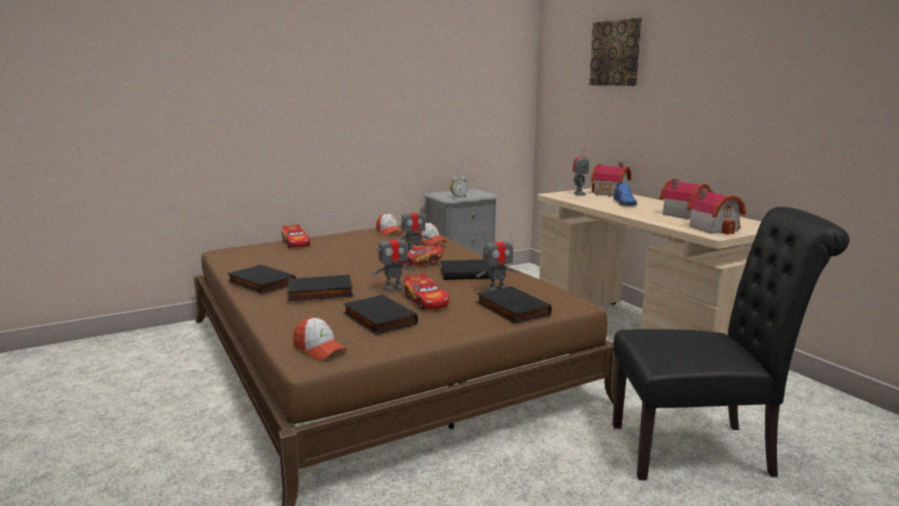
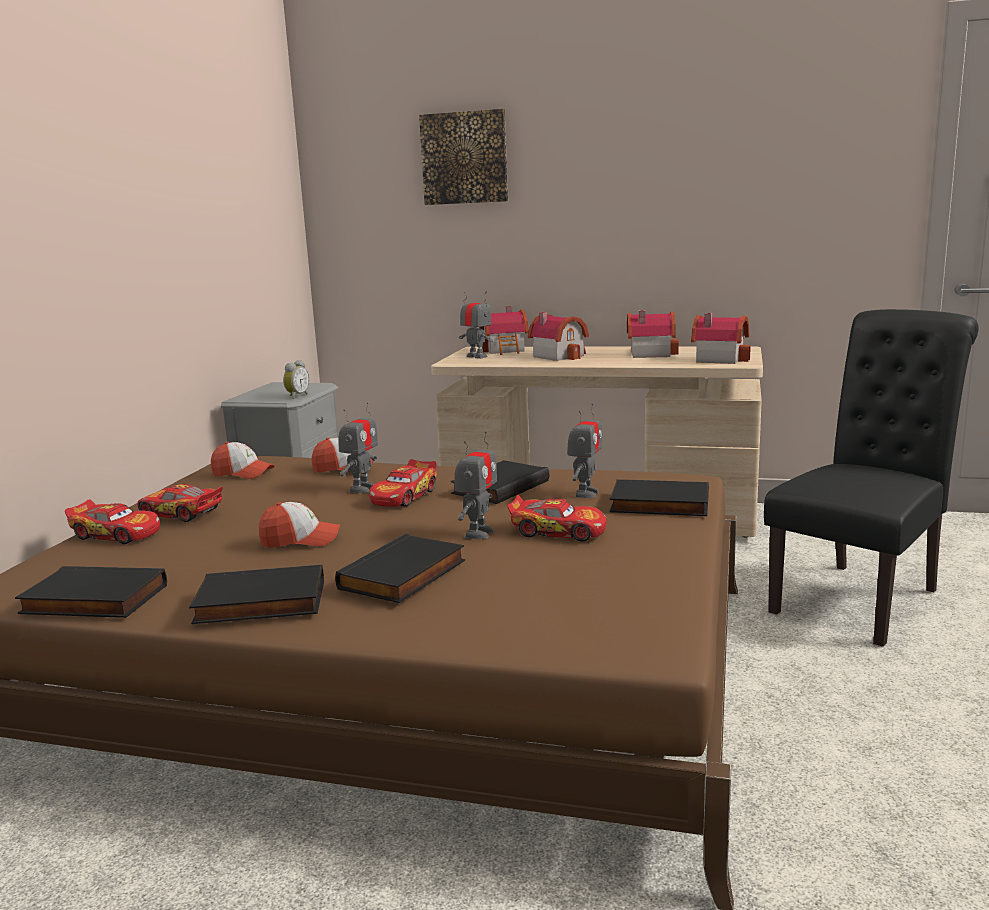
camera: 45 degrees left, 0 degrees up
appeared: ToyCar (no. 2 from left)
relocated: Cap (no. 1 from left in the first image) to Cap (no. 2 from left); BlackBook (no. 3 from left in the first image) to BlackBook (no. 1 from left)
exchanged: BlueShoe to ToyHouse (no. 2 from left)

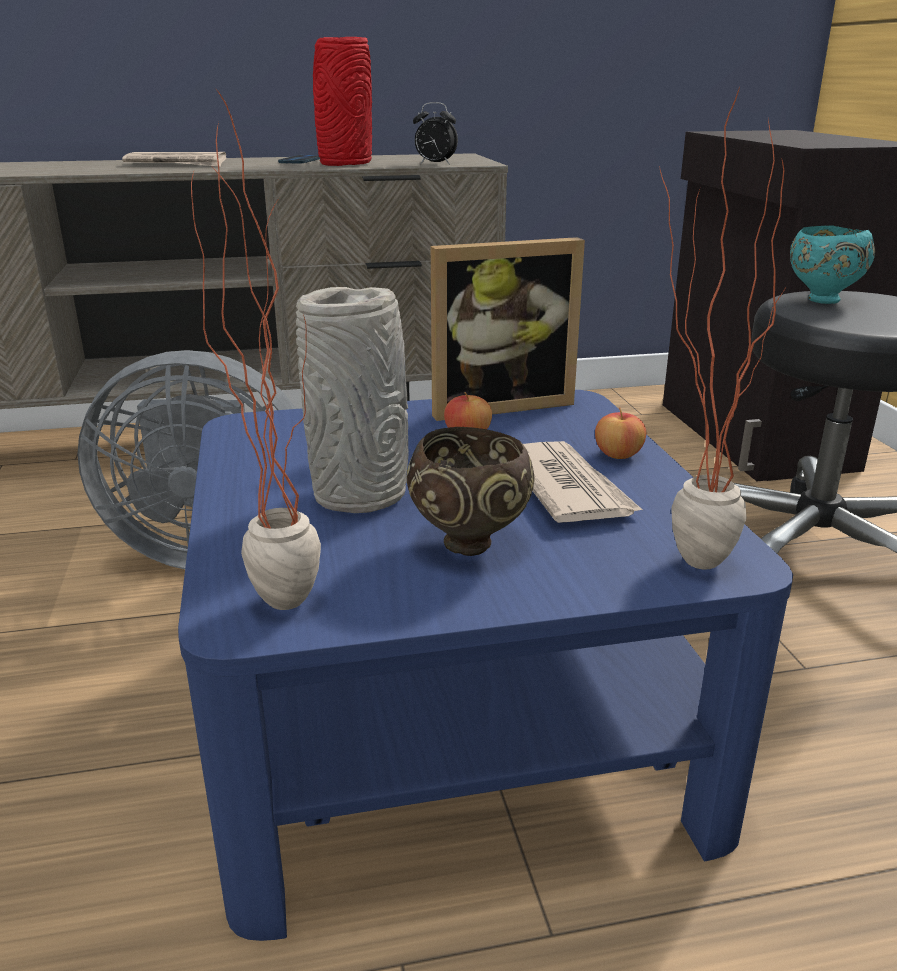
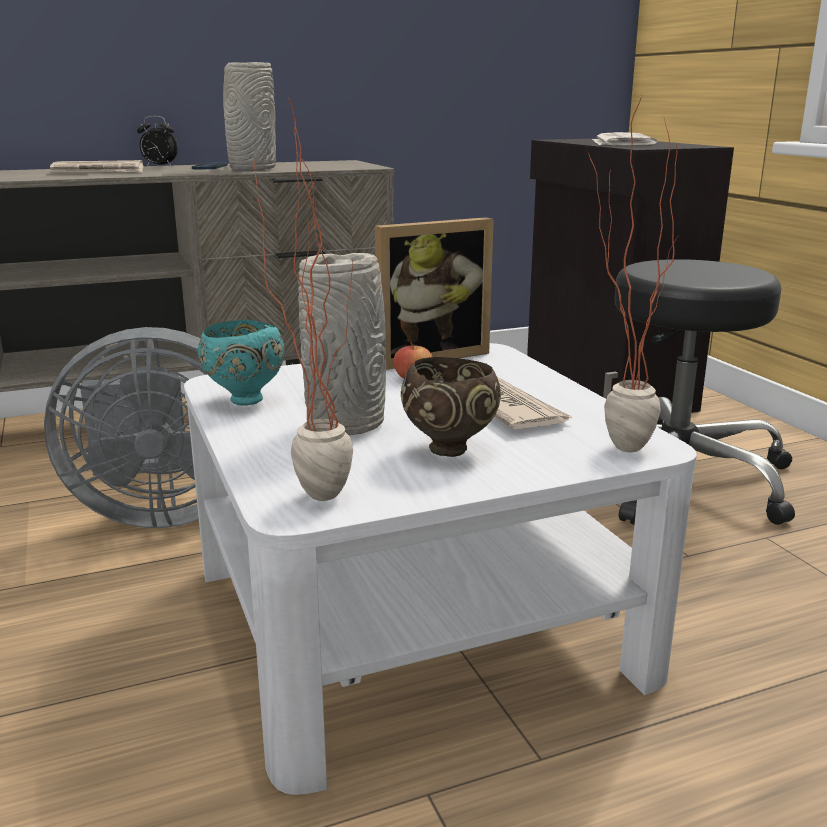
camera: 10 degrees left, 5 degrees down
missing: Apple (no. 2 from left)
appeared: Newspaper (no. 3 from left)
relocated: AlarmClock; TurquoiseBowl
colour: BlueCoffeeTable to WhiteCoffeeTable; RedVase to GreyVase (no. 1 from left)

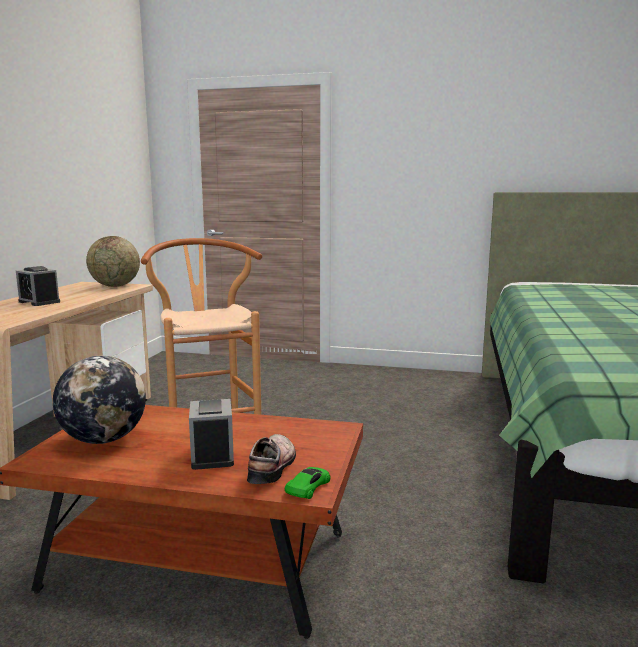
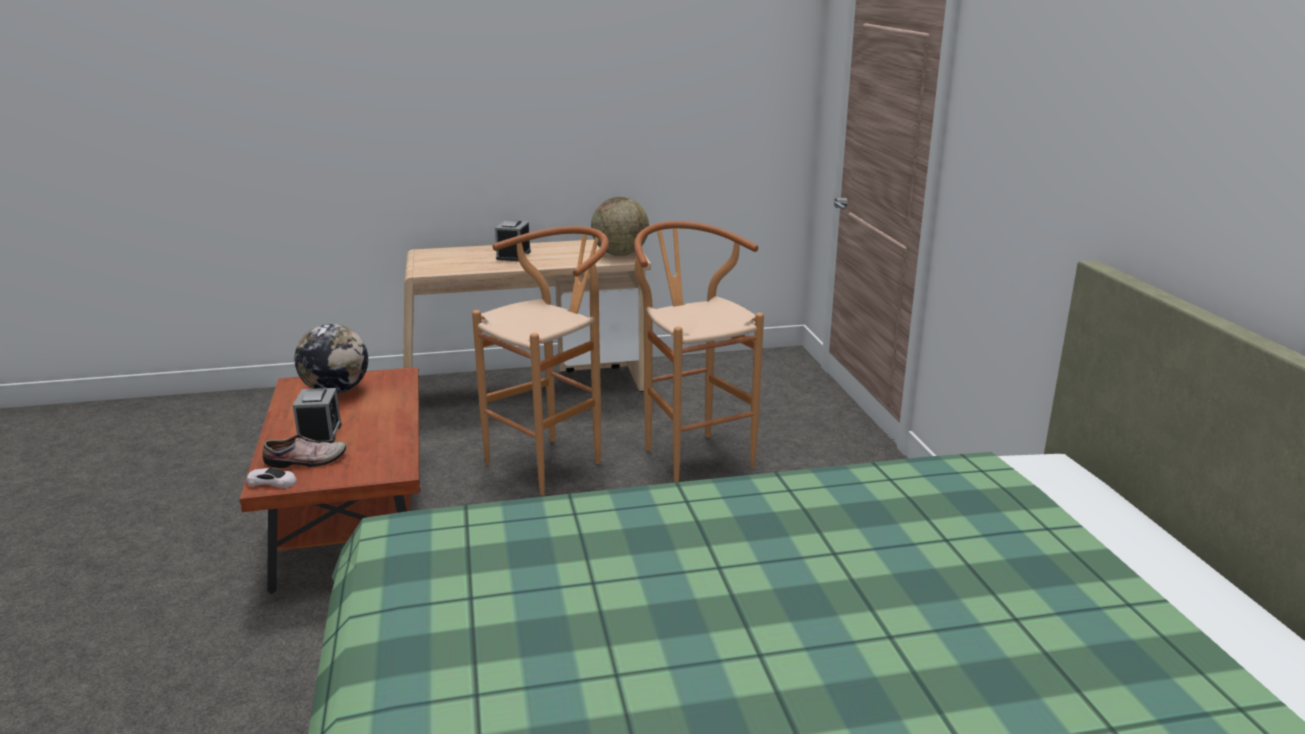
camera: 65 degrees right, 10 degrees up
appeared: BrownStool (no. 2 from left)
colour: GreenToyCar to WhiteToyCar
spun: AlarmClock (no. 2 from left in the first image) 120 degrees clockwise

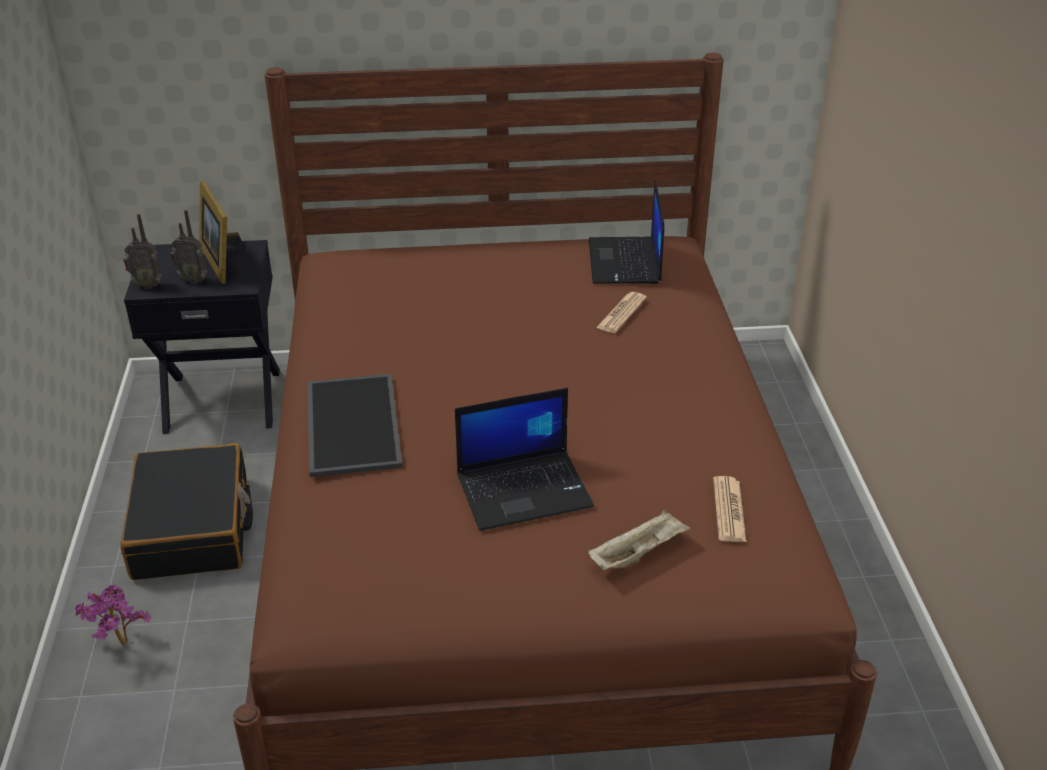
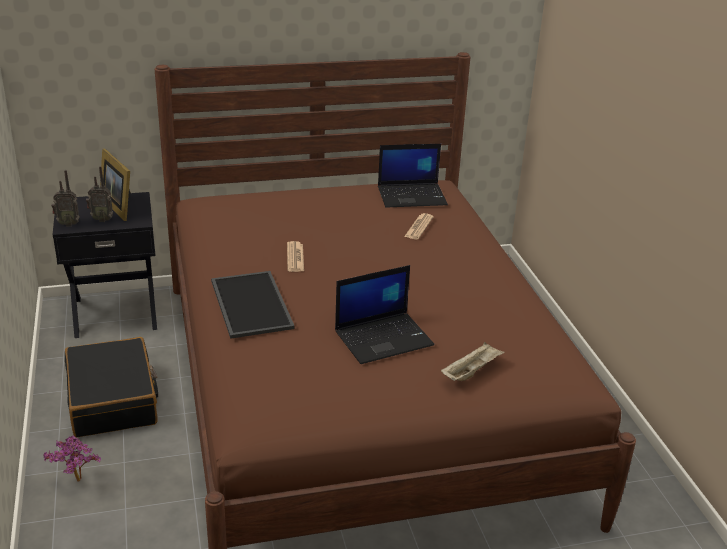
camera: 10 degrees left, 5 degrees down
relocated: Newspaper (no. 2 from left in the first image) to Newspaper (no. 1 from left)
spun: Laptop (no. 2 from left) 90 degrees counterclockwise

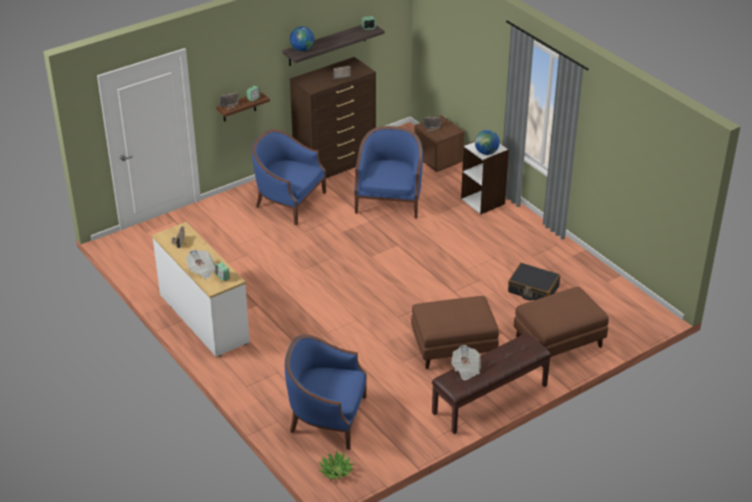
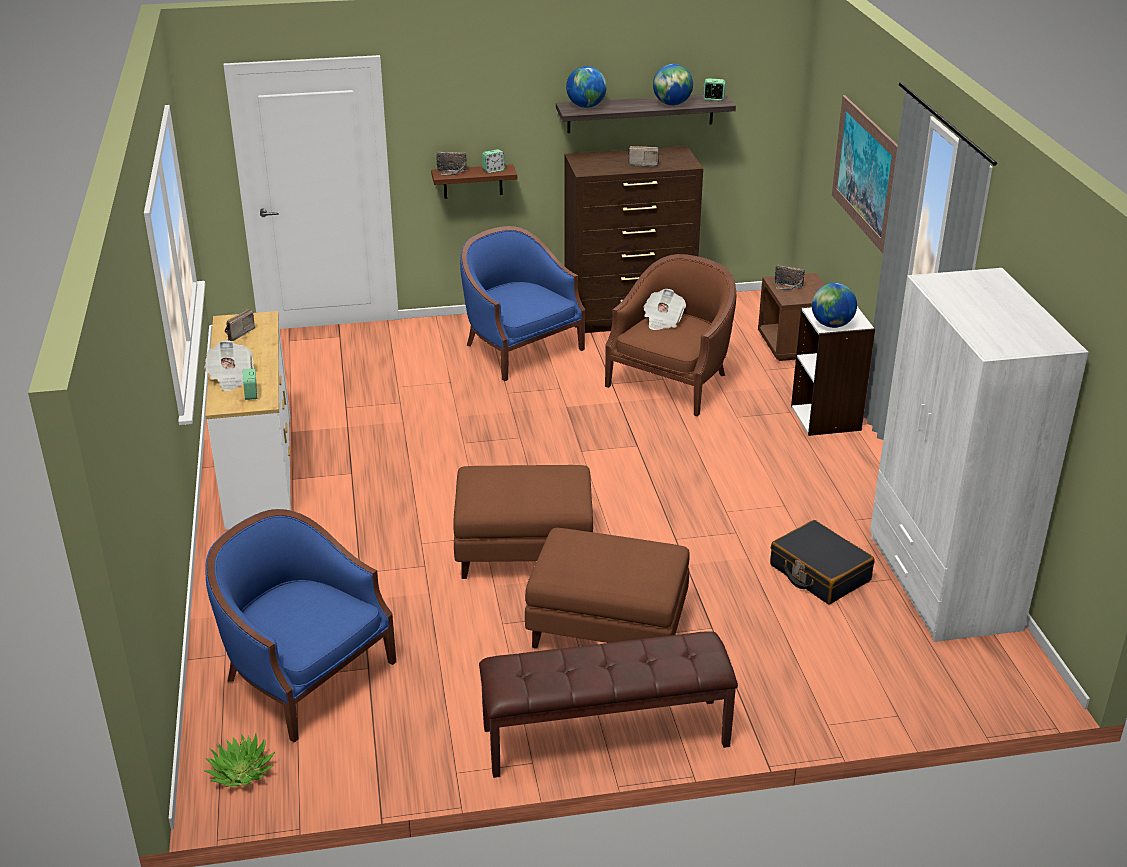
camera: 25 degrees right, 5 degrees down
appeared: Globe (no. 2 from left); Picture; WhiteWardrobe
relocated: Newspaper (no. 2 from left); BrownOttoman (no. 2 from left in the first image) to BrownOttoman (no. 1 from left)
colour: BlueArmchair (no. 3 from left) to BrownArmchair

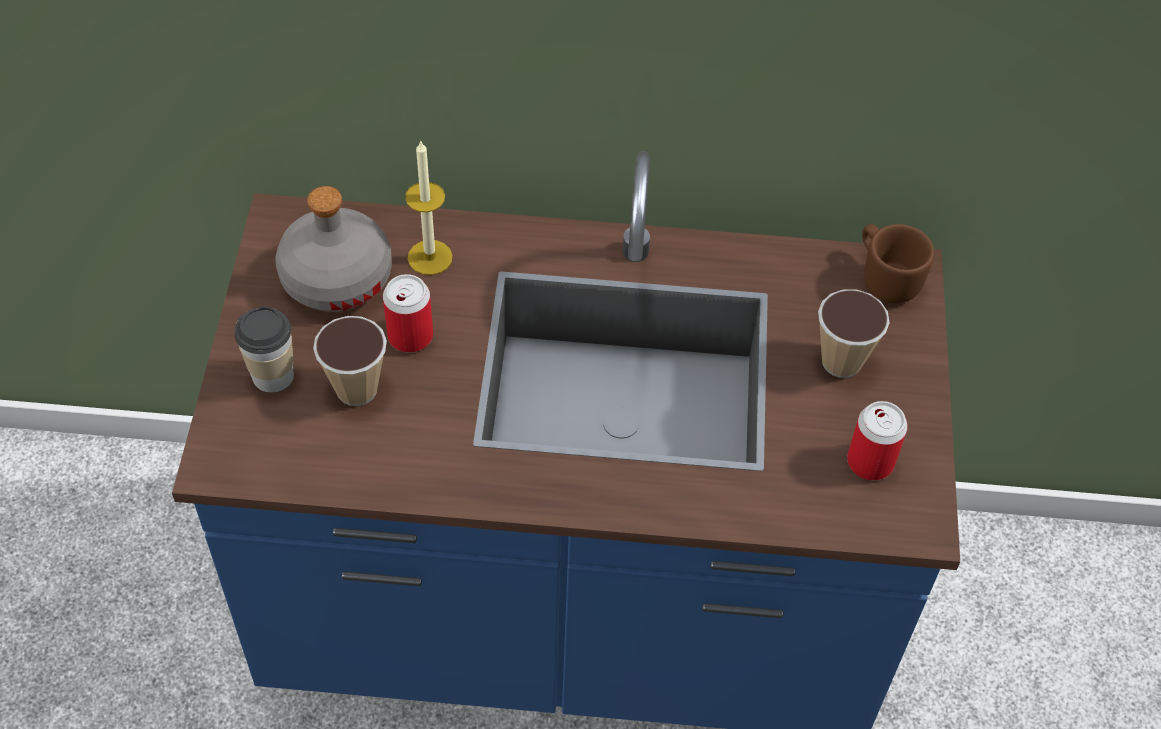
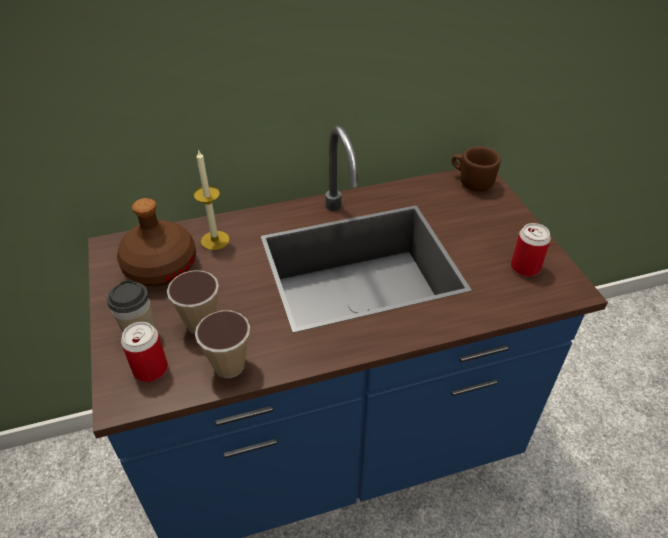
camera: 20 degrees left, 10 degrees down
relocated: Can (no. 1 from left); Cup (no. 3 from left)
colour: GreyBottle to BrownBottle

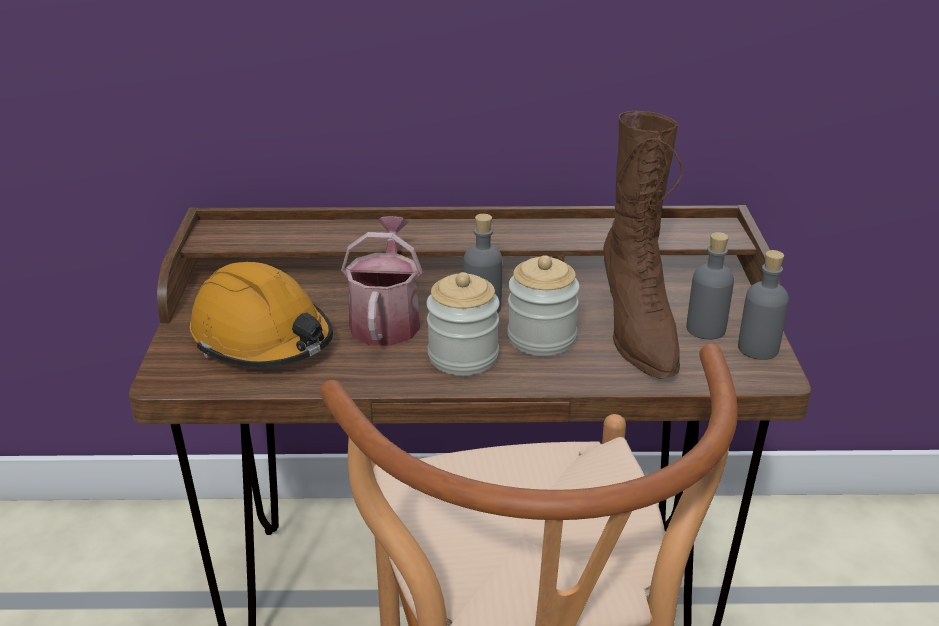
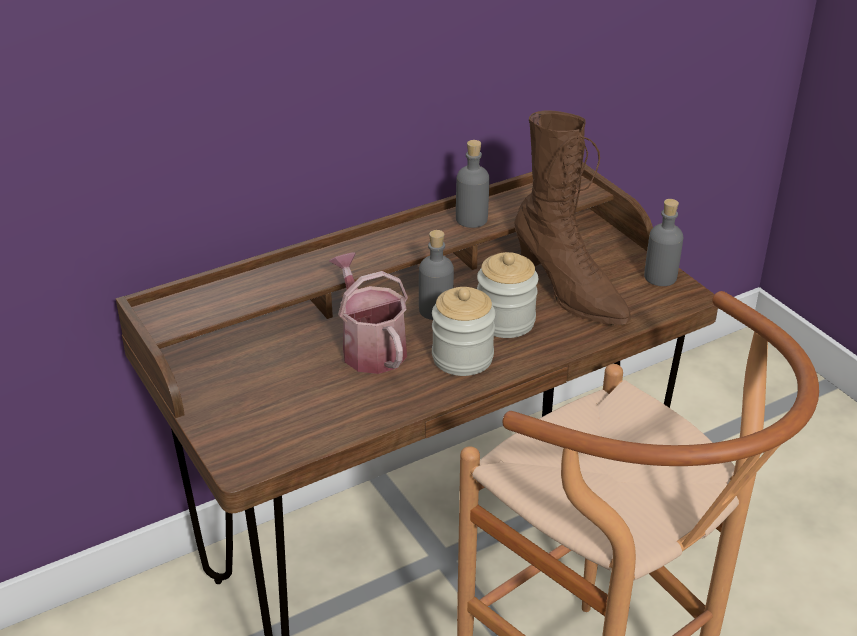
camera: 30 degrees left, 5 degrees up
missing: OrangeHardHat
relocated: GreyBottle (no. 2 from left)

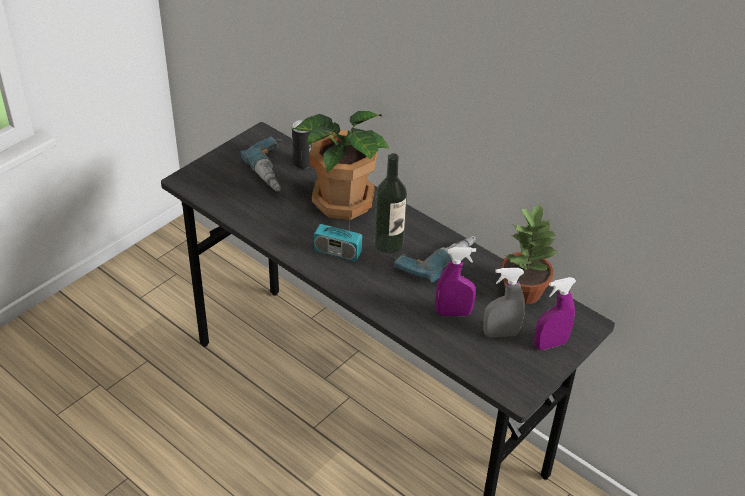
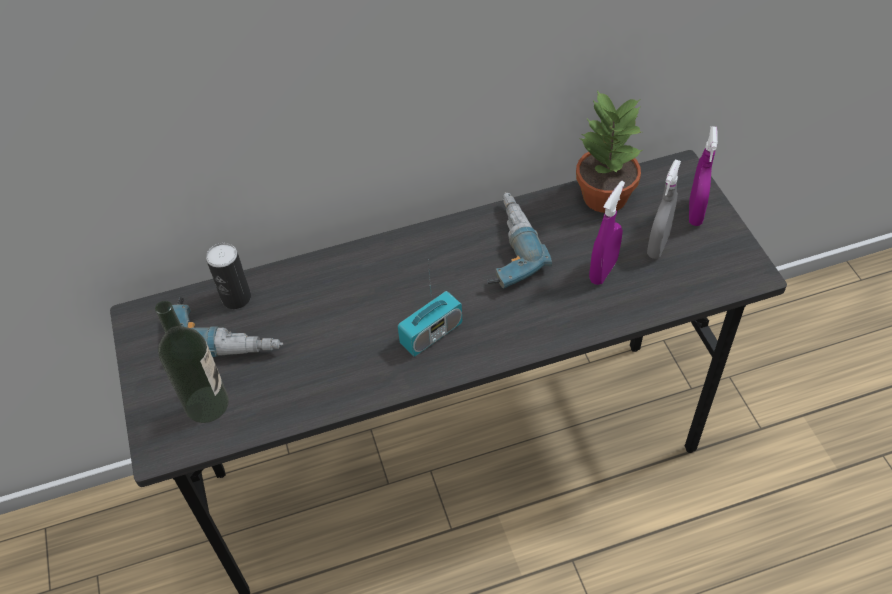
camera: 55 degrees left, 10 degrees up
missing: PottedPlant (no. 1 from left)
relocated: Bottle

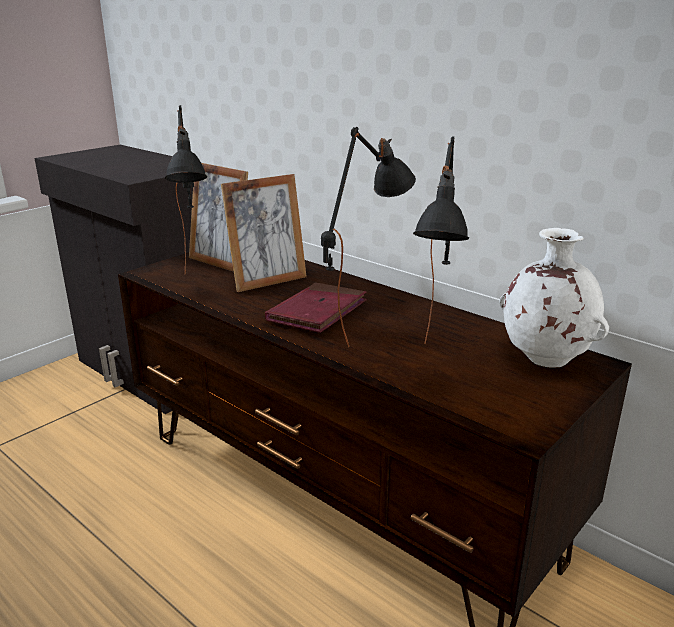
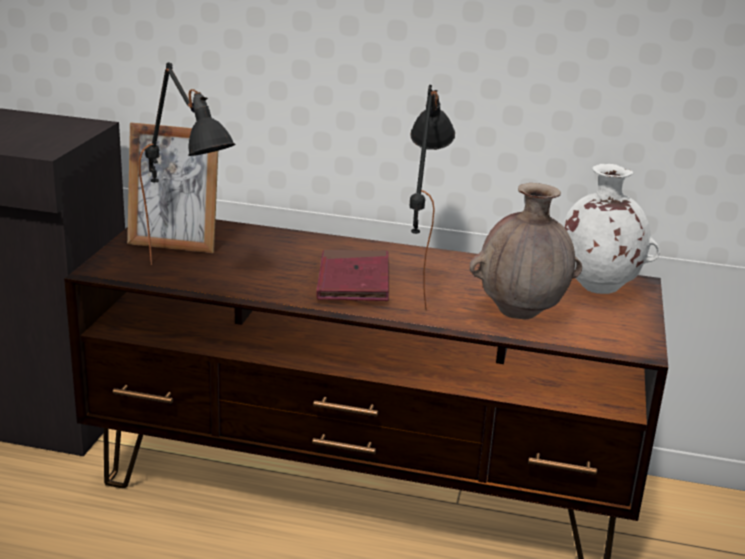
camera: 30 degrees left, 0 degrees up
missing: PictureFrame (no. 2 from left)
exchanged: BlackTableLamp (no. 3 from left) to BrownVase

